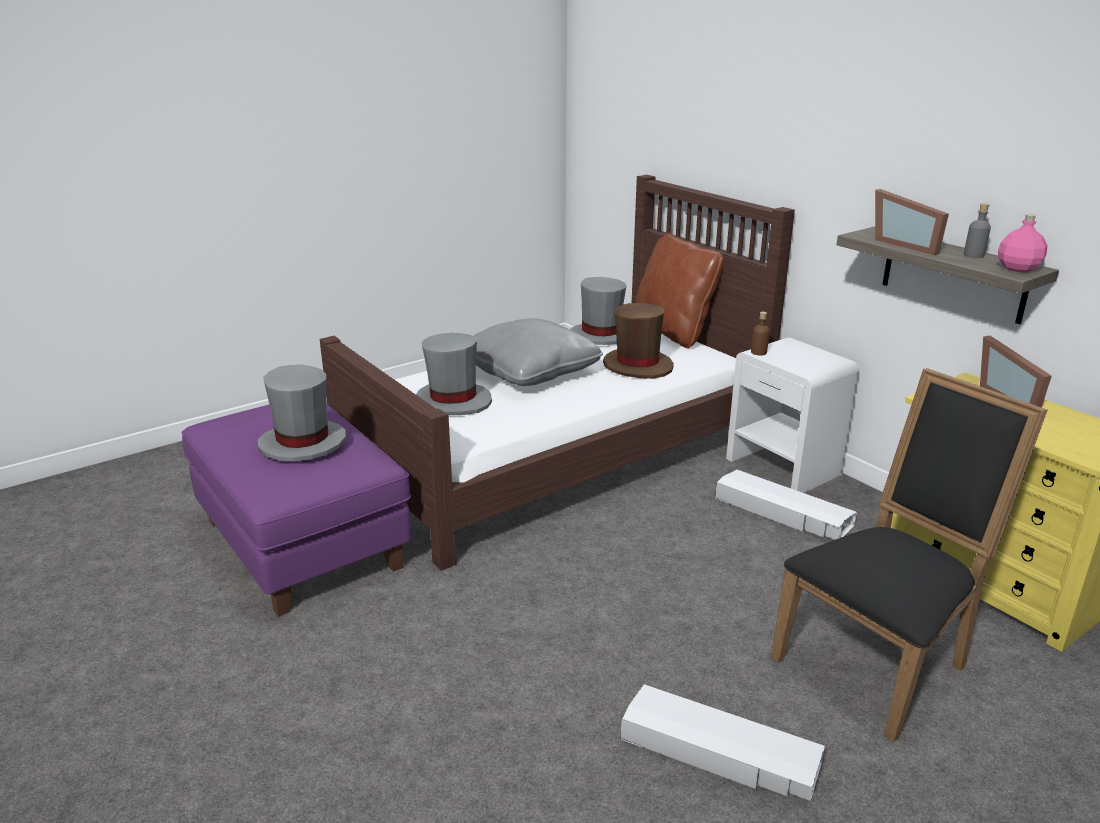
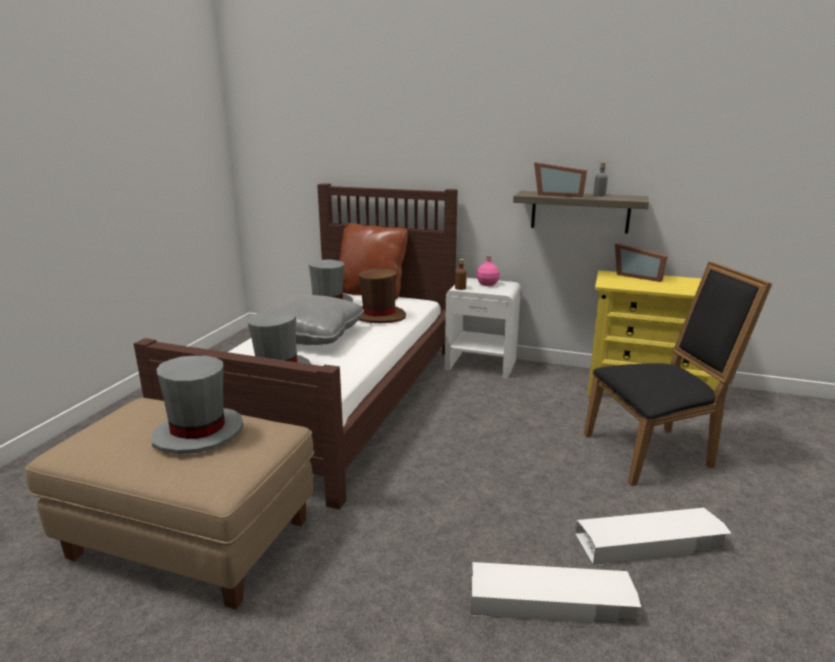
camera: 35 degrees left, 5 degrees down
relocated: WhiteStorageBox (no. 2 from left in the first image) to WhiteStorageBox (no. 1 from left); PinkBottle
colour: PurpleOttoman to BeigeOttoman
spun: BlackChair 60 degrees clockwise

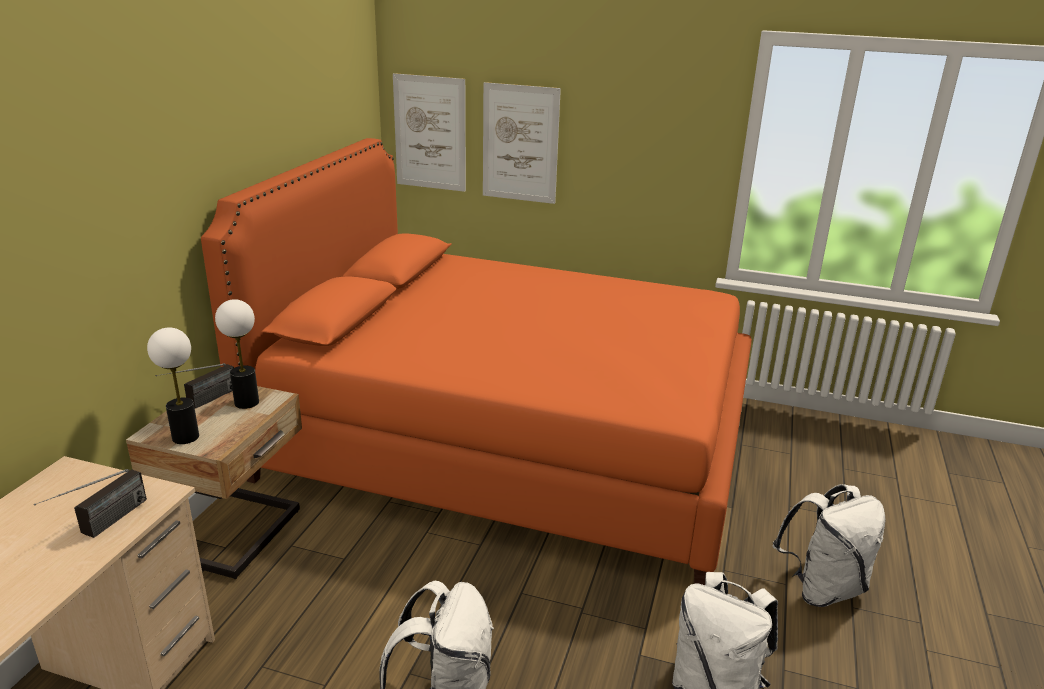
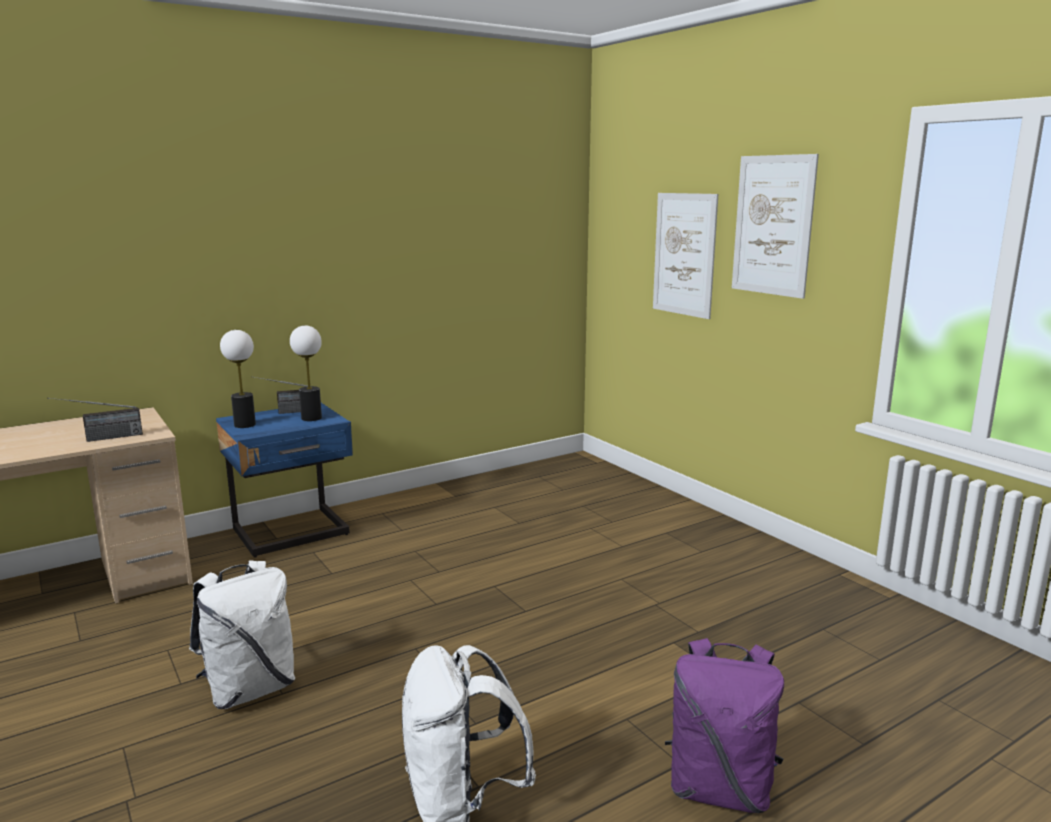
camera: 40 degrees right, 10 degrees down
missing: OrangeBed
relocated: Picture (no. 1 from left in the first image) to Picture (no. 2 from left)
colour: BeigeNightstand to BlueNightstand; WhiteBackpack (no. 3 from left) to PurpleBackpack

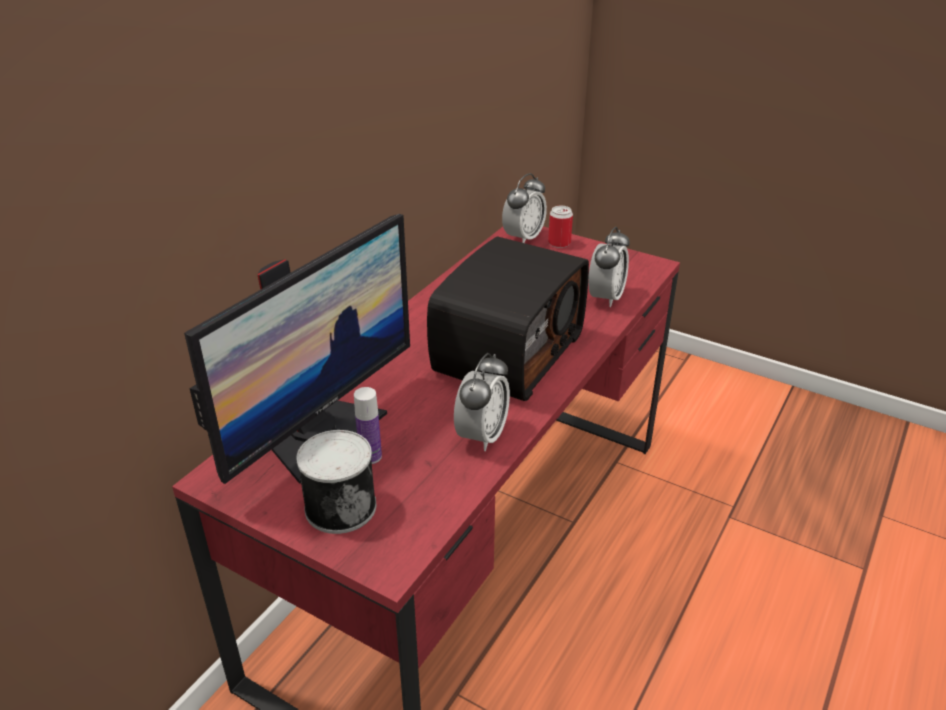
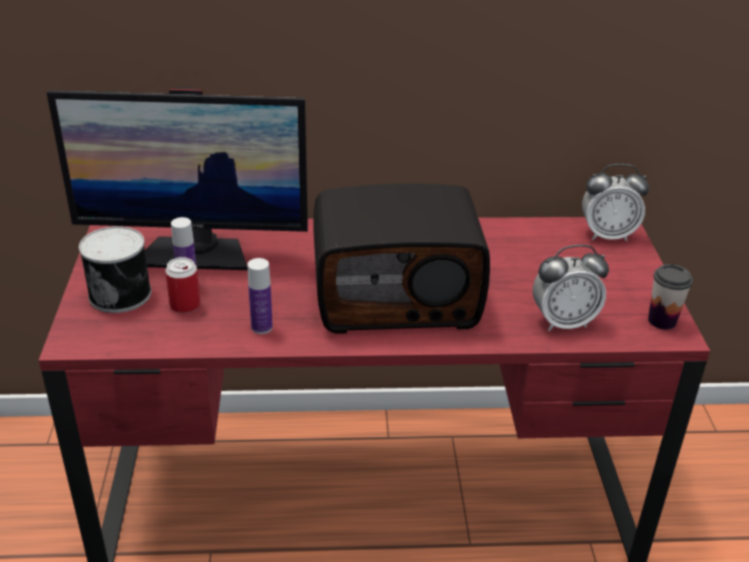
camera: 55 degrees right, 0 degrees up
appeared: Cup
relocated: Can (no. 2 from left)
exchanged: AlarmClock (no. 1 from left) to Bottle (no. 2 from left)

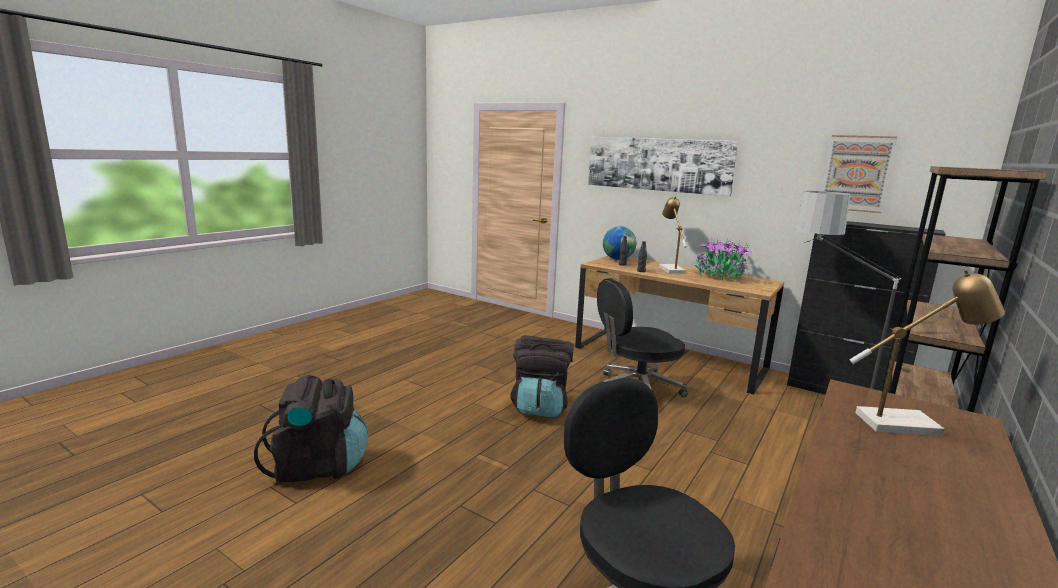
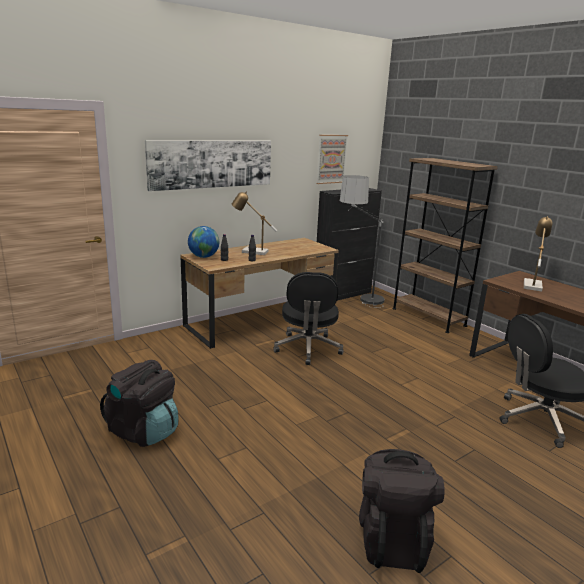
camera: 70 degrees left, 5 degrees up
missing: PottedPlant
relocated: BlackBackpack (no. 2 from left in the first image) to BlackBackpack (no. 1 from left)

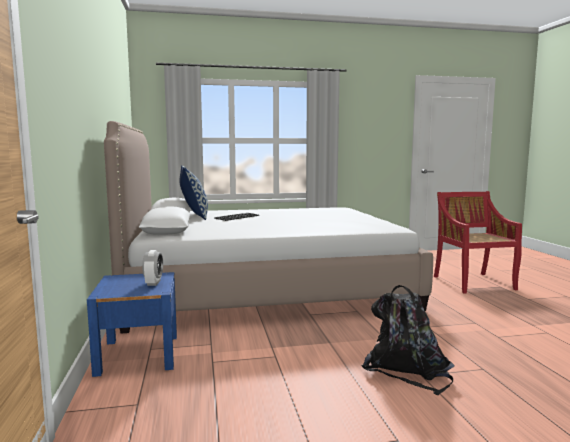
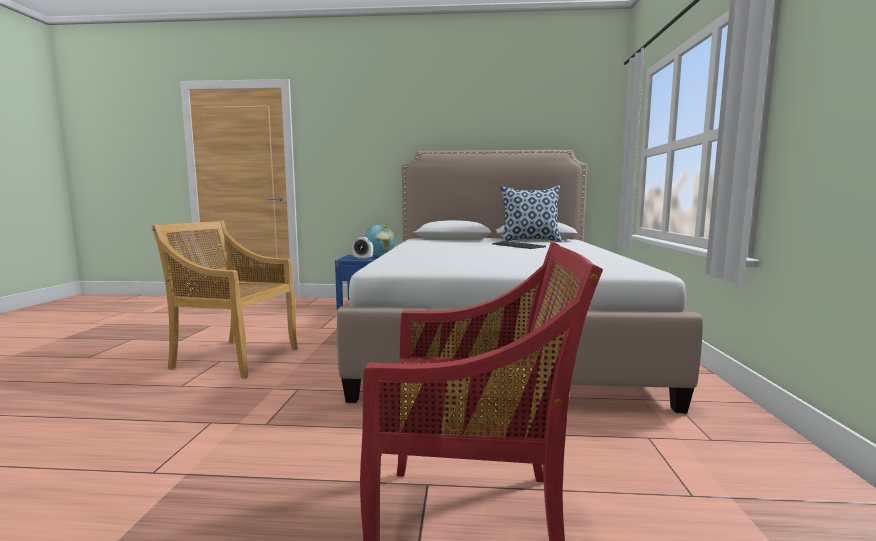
camera: 105 degrees right, 0 degrees up
appeared: Globe
exchanged: BlackBackpack to BeigeChair

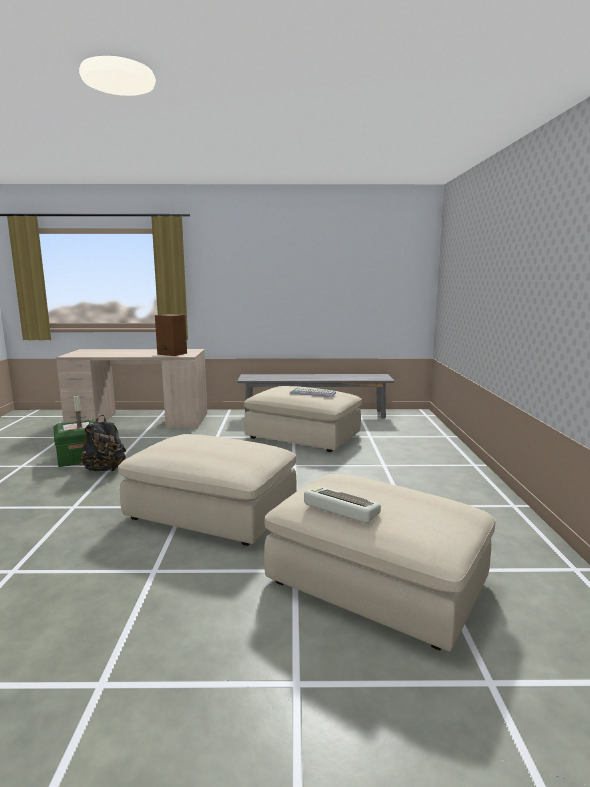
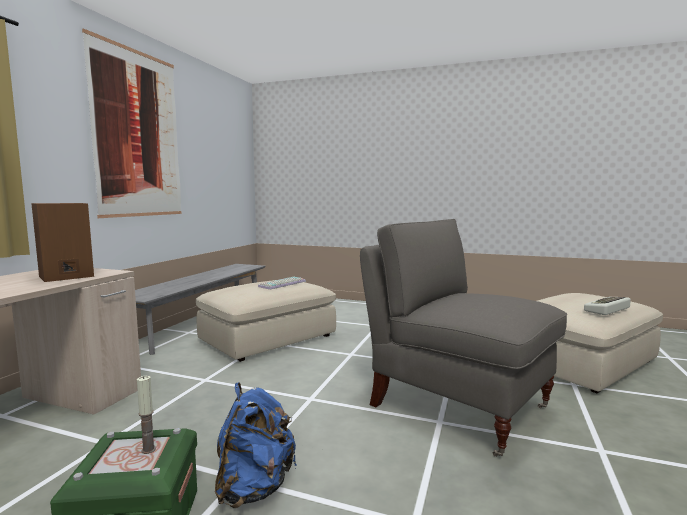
camera: 70 degrees left, 5 degrees down
appeared: Picture
exchanged: BeigeOttoman (no. 1 from left) to GreyArmchair
colour: BlackBackpack to BlueBackpack

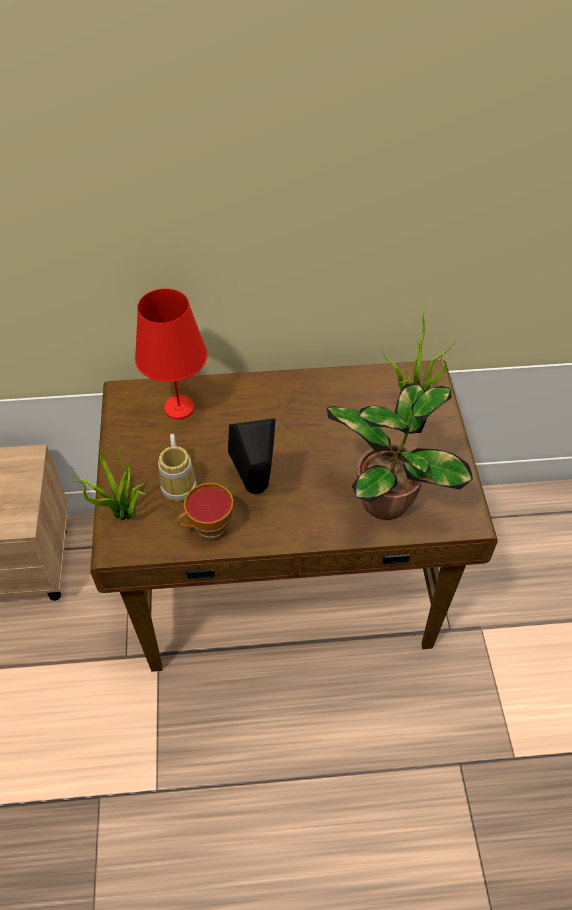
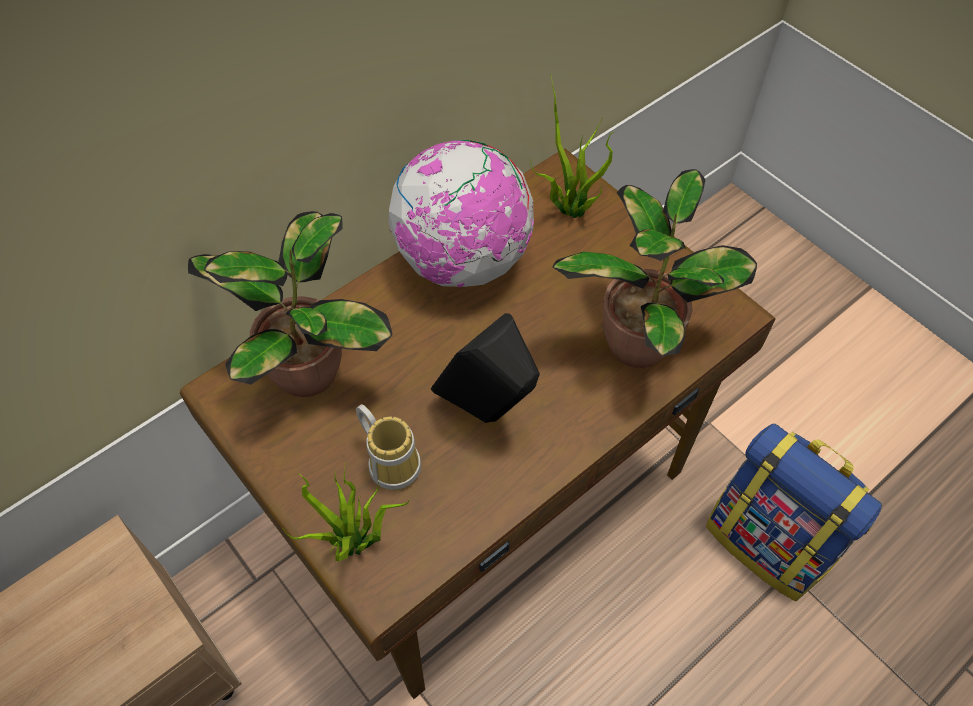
camera: 35 degrees left, 5 degrees up
missing: Cup
appeared: Globe; Backpack
exchanged: RedTableLamp to PottedPlant (no. 1 from left)

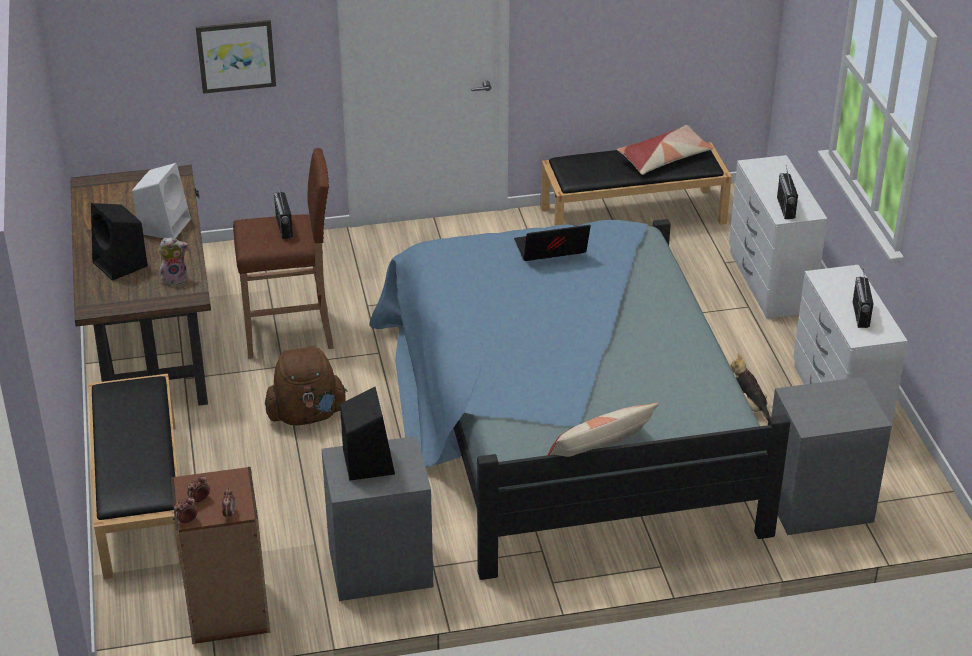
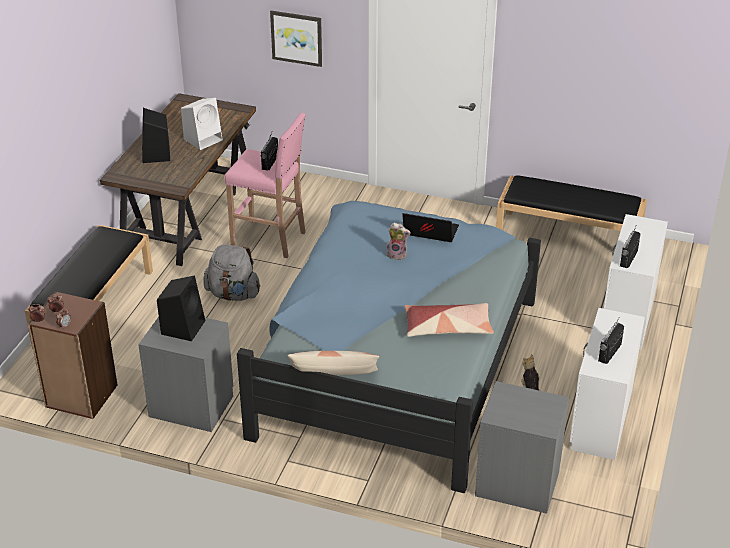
camera: 30 degrees right, 0 degrees up
relocated: PlushToy (no. 1 from left); Pillow (no. 2 from left)
colour: BrownStool to PinkStool; BrownBackpack to GreyBackpack

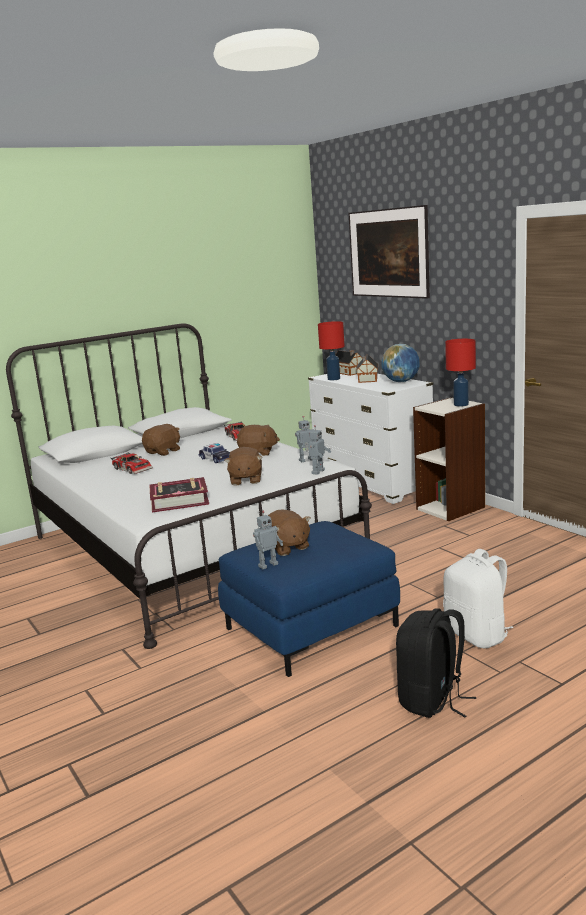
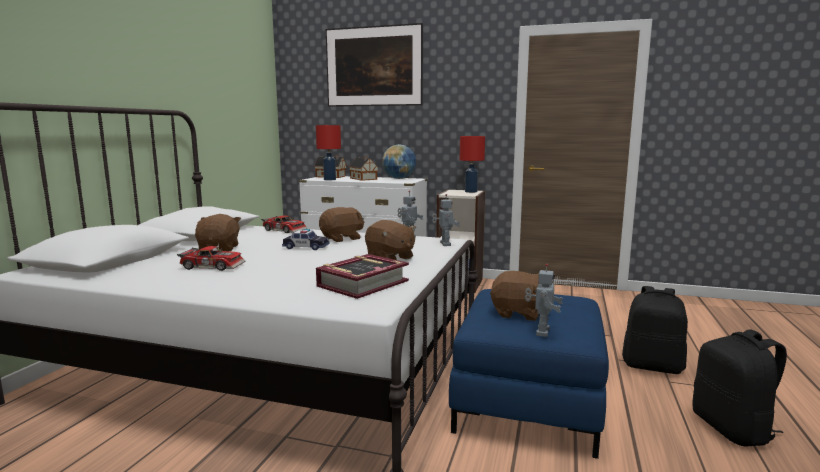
camera: 40 degrees left, 5 degrees down
colour: WhiteBackpack to BlackBackpack (no. 1 from left)

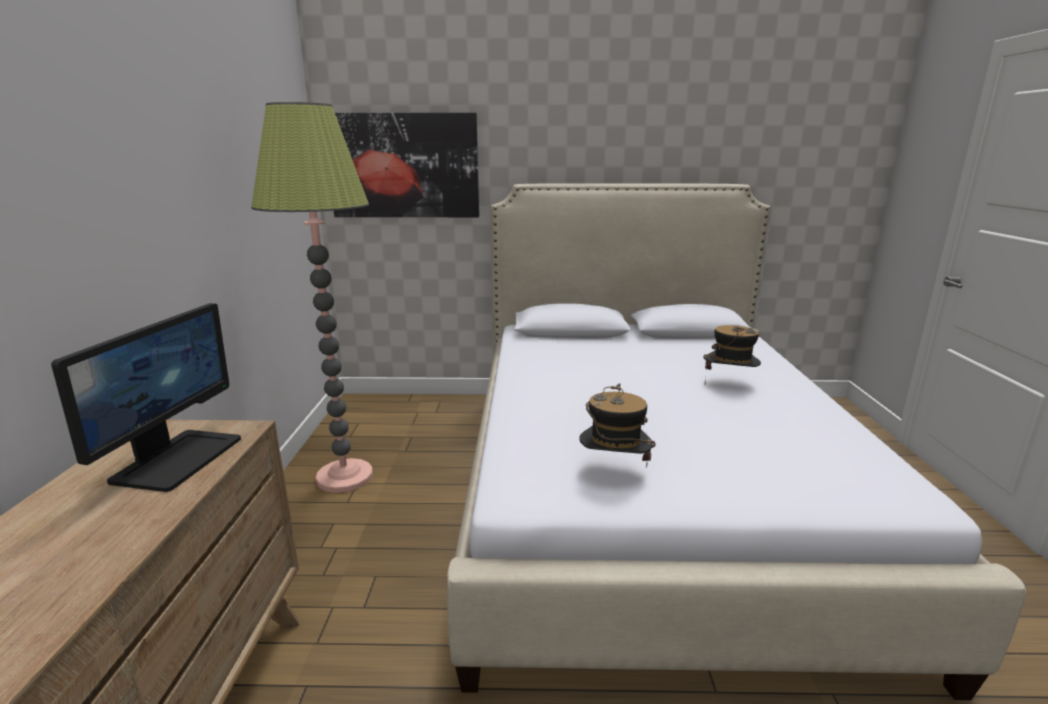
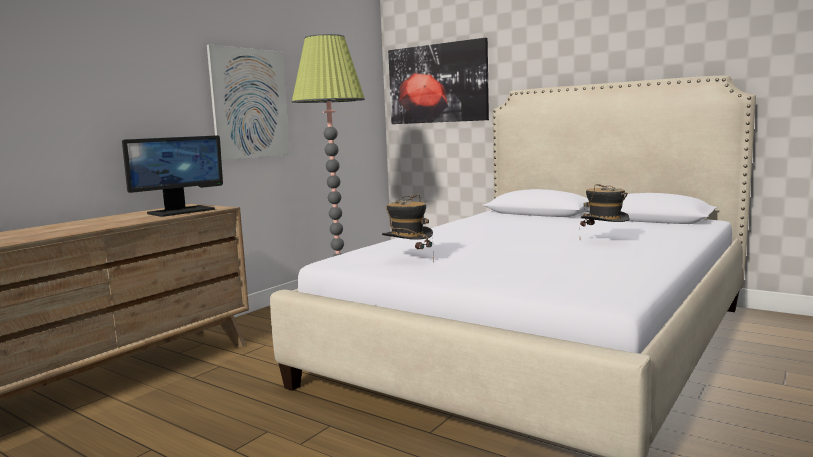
camera: 35 degrees right, 10 degrees down
appeared: Picture (no. 1 from left)

